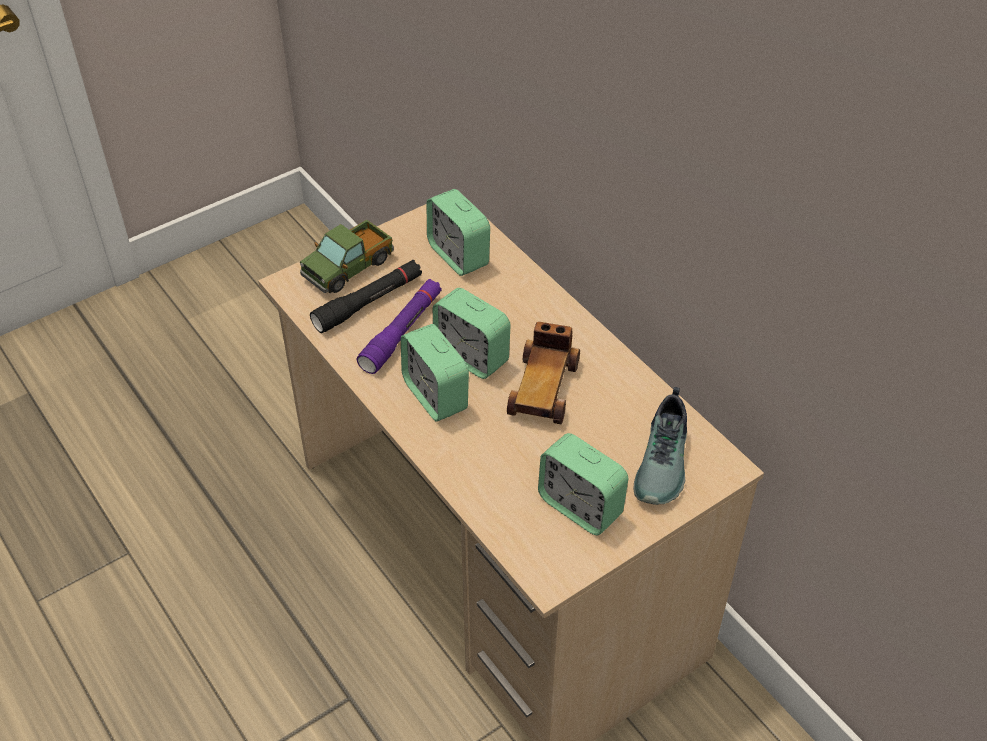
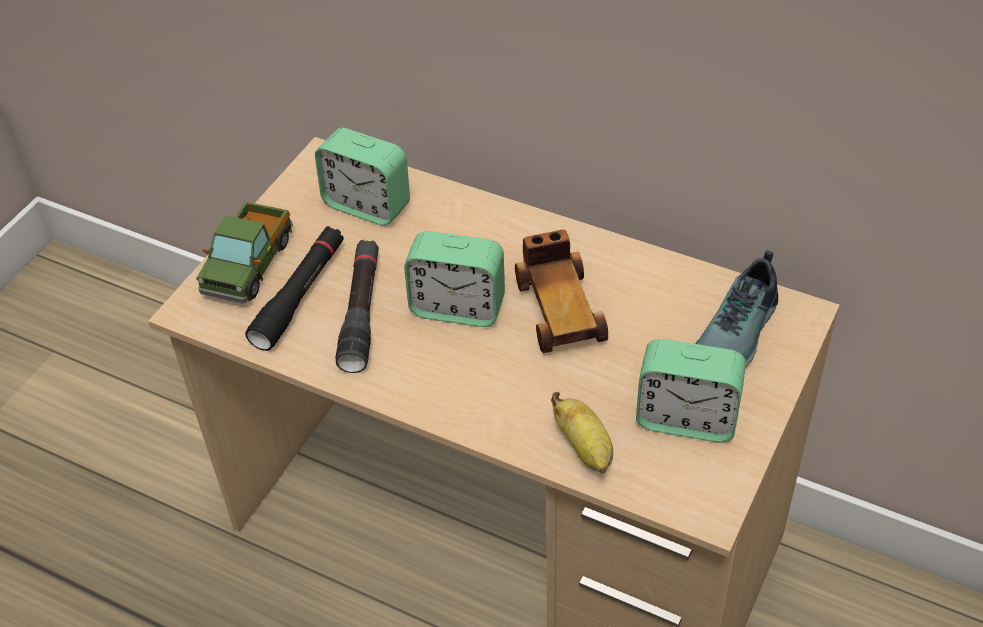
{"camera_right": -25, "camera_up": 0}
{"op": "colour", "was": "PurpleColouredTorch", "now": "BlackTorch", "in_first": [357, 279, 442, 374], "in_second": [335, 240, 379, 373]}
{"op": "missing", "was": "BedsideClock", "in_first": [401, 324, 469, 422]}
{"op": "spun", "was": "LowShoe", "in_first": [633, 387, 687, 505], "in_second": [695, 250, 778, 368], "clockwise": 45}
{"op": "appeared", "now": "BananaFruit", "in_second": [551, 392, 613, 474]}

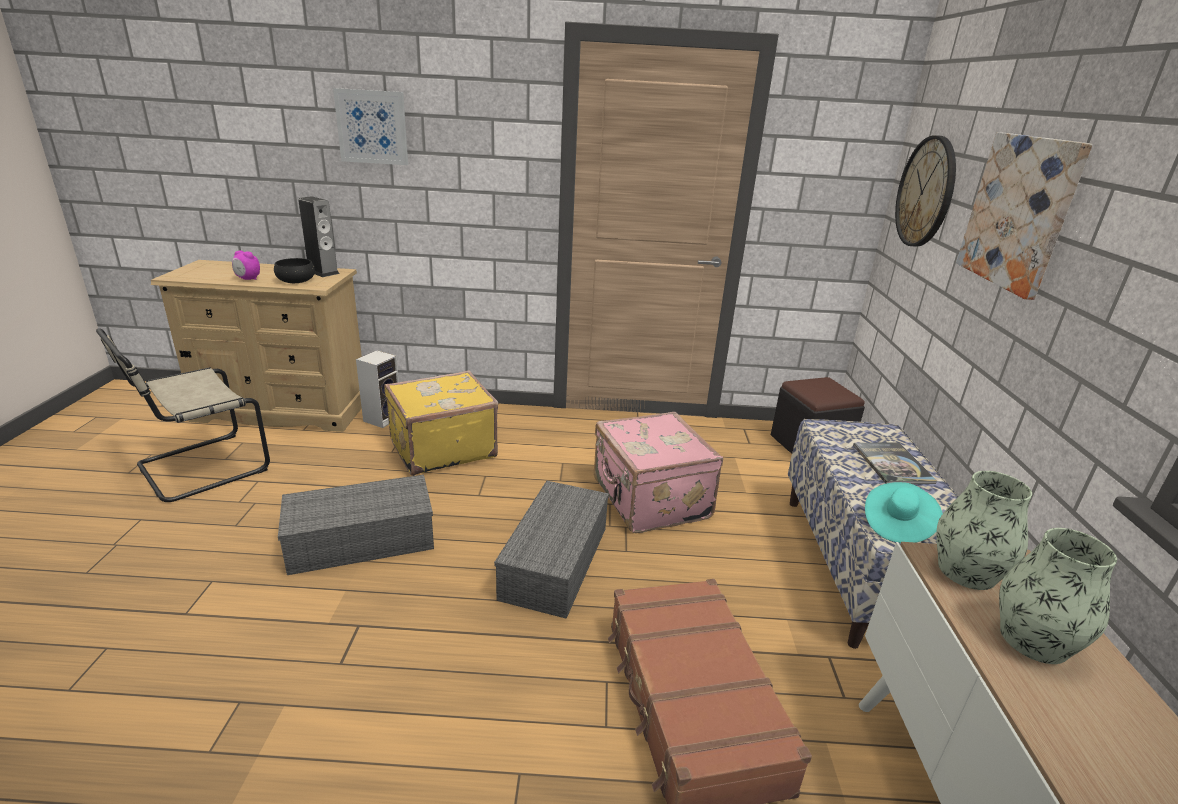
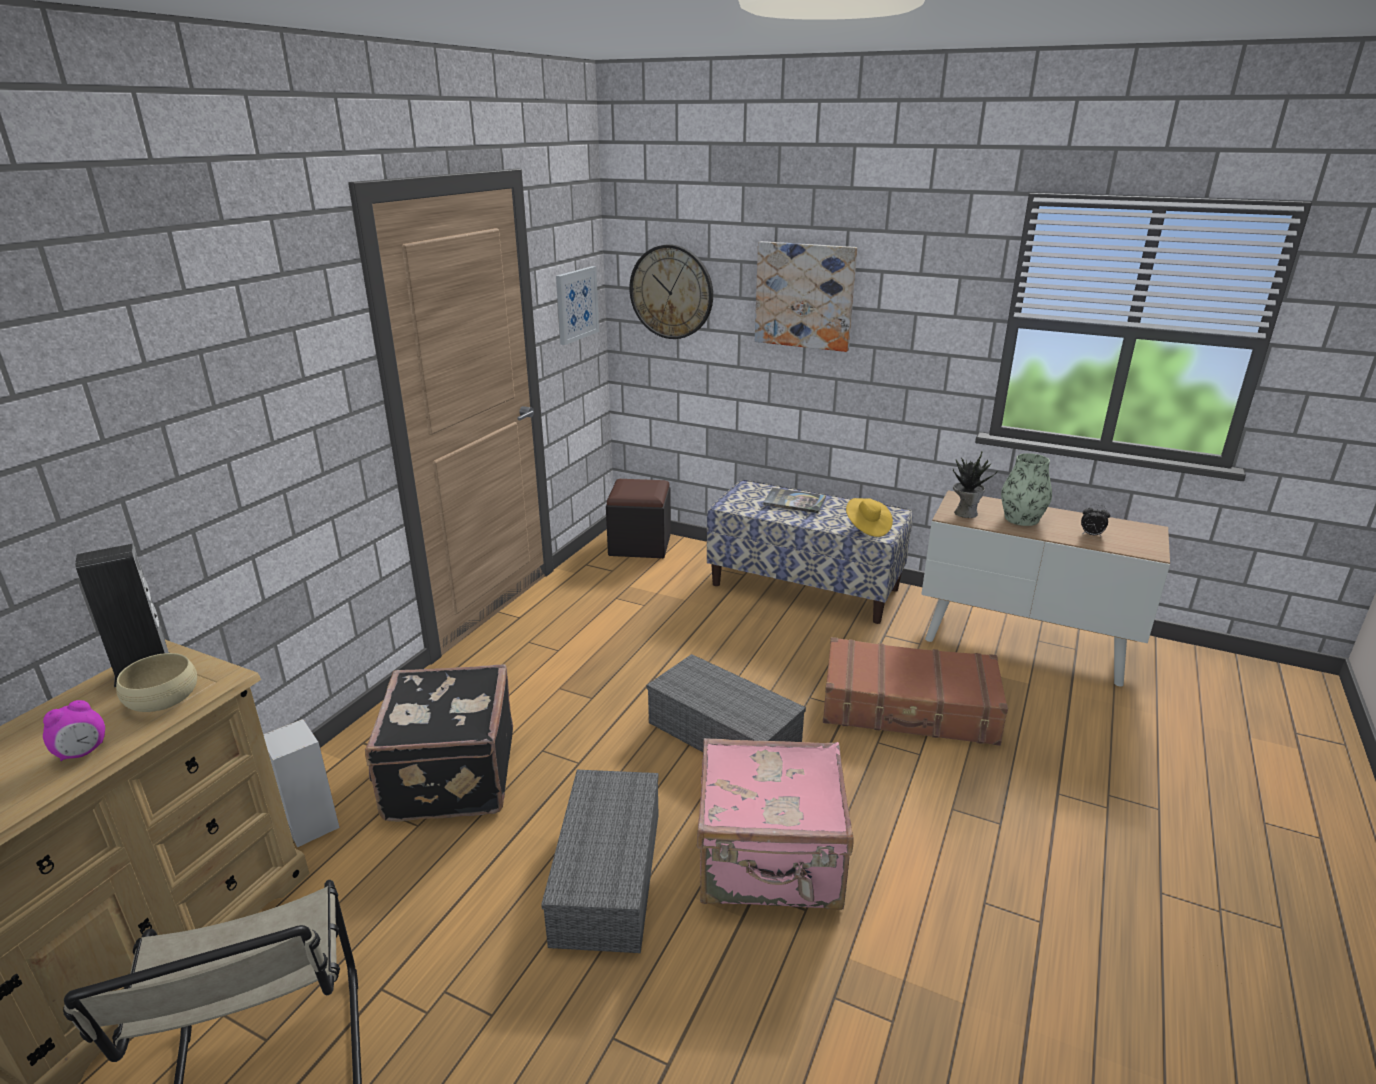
{"camera_right": -65, "camera_up": 0}
{"op": "relocated", "was": "Picture", "in_first": [333, 88, 408, 165], "in_second": [556, 266, 599, 345]}
{"op": "colour", "was": "BlackServingBowl", "now": "BeigeServingBowl", "in_first": [274, 258, 315, 283], "in_second": [116, 653, 197, 712]}
{"op": "colour", "was": "YellowSuitcase", "now": "BlackSuitcase", "in_first": [384, 370, 498, 476], "in_second": [365, 665, 513, 821]}
{"op": "relocated", "was": "PinkSuitcase", "in_first": [594, 412, 723, 533], "in_second": [697, 738, 854, 910]}
{"op": "exchanged", "was": "FlowerVase", "now": "Houseplant", "in_first": [936, 471, 1032, 590], "in_second": [953, 451, 998, 518]}
{"op": "colour", "was": "TurquoiseColouredHat", "now": "YellowHat", "in_first": [865, 482, 943, 543], "in_second": [846, 498, 893, 537]}
{"op": "appeared", "now": "BedsideClock", "in_second": [1081, 505, 1110, 537]}

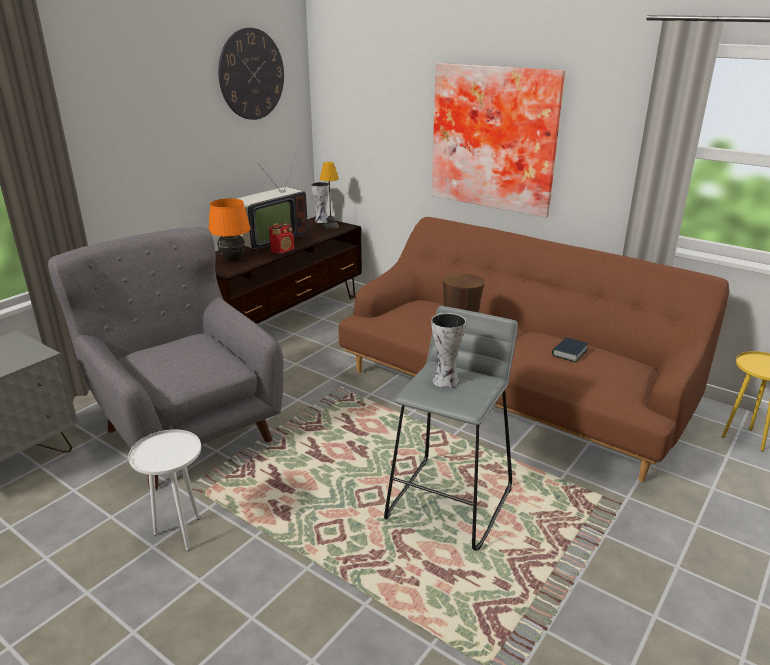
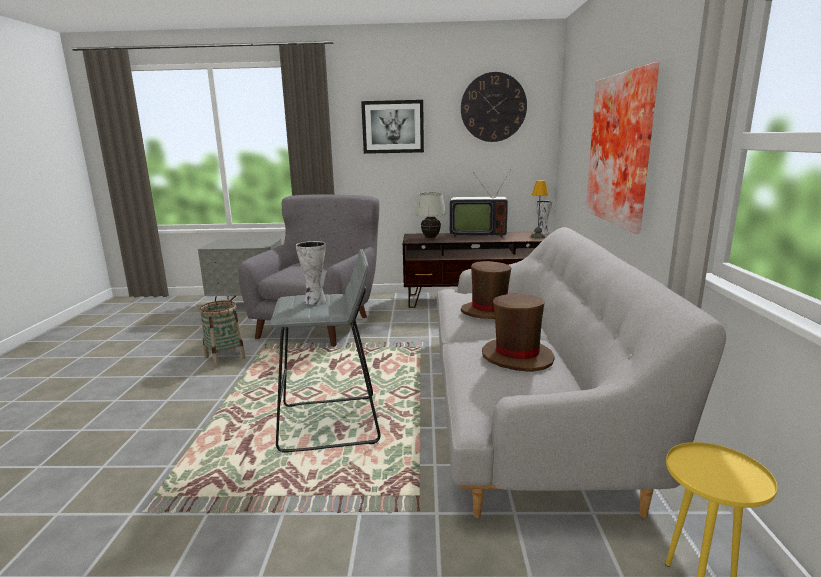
{"camera_right": 55, "camera_up": -10}
{"op": "colour", "was": "OrangeColouredTableLamp", "now": "WhiteColouredTableLamp", "in_first": [209, 198, 251, 261], "in_second": [415, 192, 446, 238]}
{"op": "colour", "was": "BrownishSofa", "now": "GreySofa", "in_first": [339, 217, 729, 483], "in_second": [437, 227, 726, 518]}
{"op": "missing", "was": "RadioReceiver", "in_first": [269, 223, 294, 254]}
{"op": "exchanged", "was": "Volume", "now": "BrownishHat", "in_first": [552, 337, 588, 362], "in_second": [482, 294, 555, 372]}
{"op": "exchanged", "was": "WhiteColouredSideTable", "now": "StorageBasket", "in_first": [128, 429, 201, 551], "in_second": [199, 300, 246, 367]}
{"op": "appeared", "now": "Picture", "in_second": [361, 100, 424, 154]}

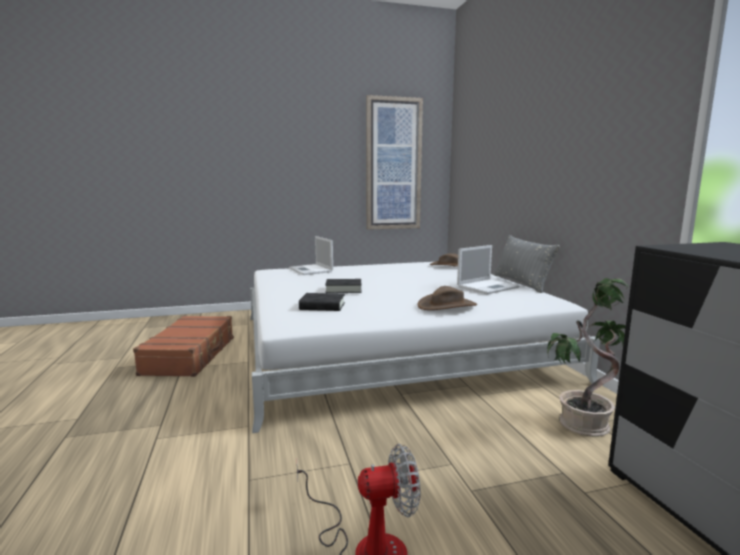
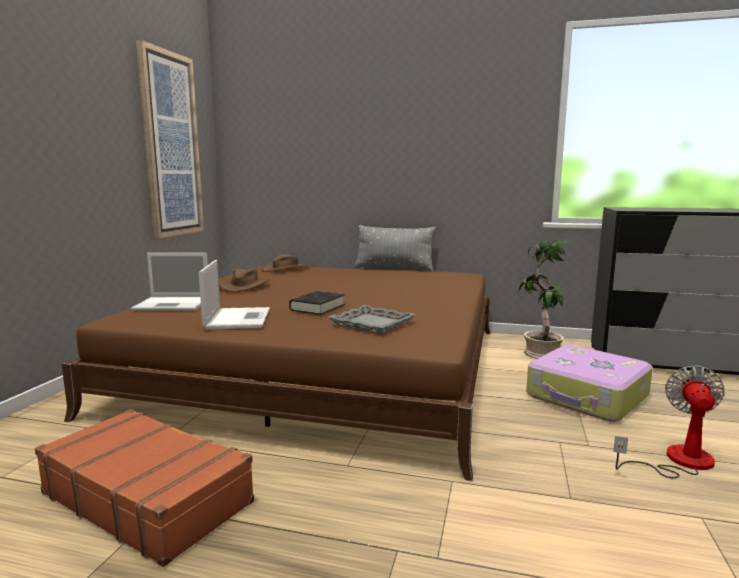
{"camera_right": -60, "camera_up": 0}
{"op": "relocated", "was": "NotebookComputer", "in_first": [457, 245, 519, 294], "in_second": [199, 260, 270, 329]}
{"op": "colour", "was": "WhiteColouredBedroomBed", "now": "BrownishBedroomBed", "in_first": [250, 262, 600, 433], "in_second": [61, 266, 490, 481]}
{"op": "relocated", "was": "BrownishHat", "in_first": [417, 286, 477, 310], "in_second": [219, 269, 270, 292]}
{"op": "exchanged", "was": "BlackVolume", "now": "GreyTray", "in_first": [299, 293, 345, 311], "in_second": [328, 305, 416, 334]}
{"op": "appeared", "now": "Suitcase", "in_second": [526, 345, 653, 422]}

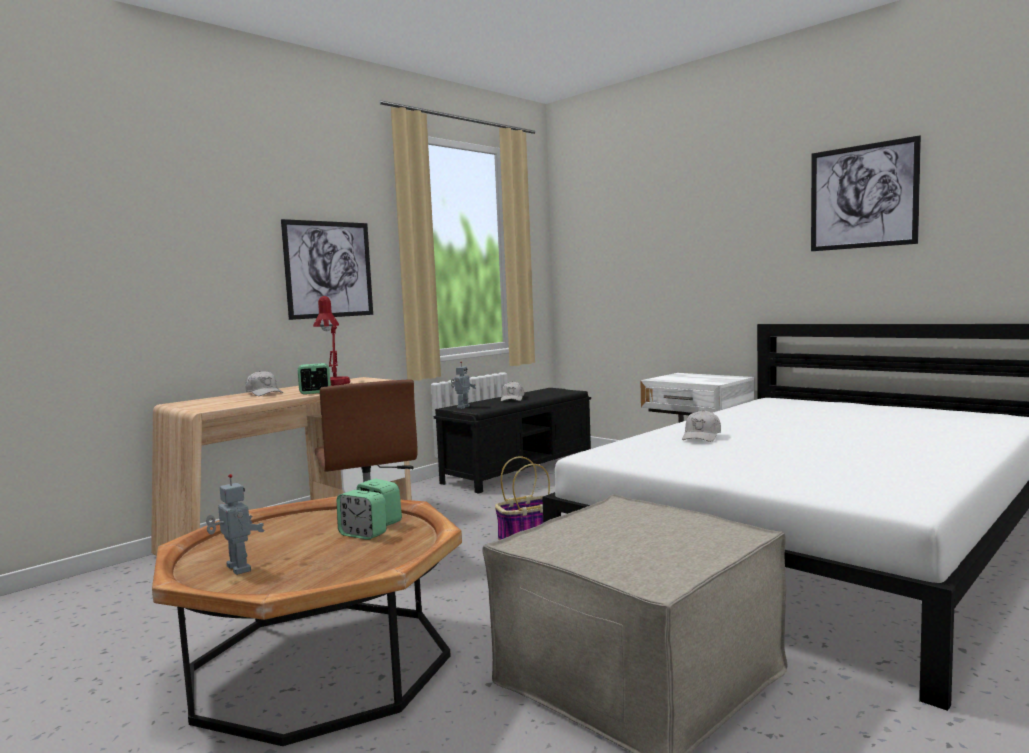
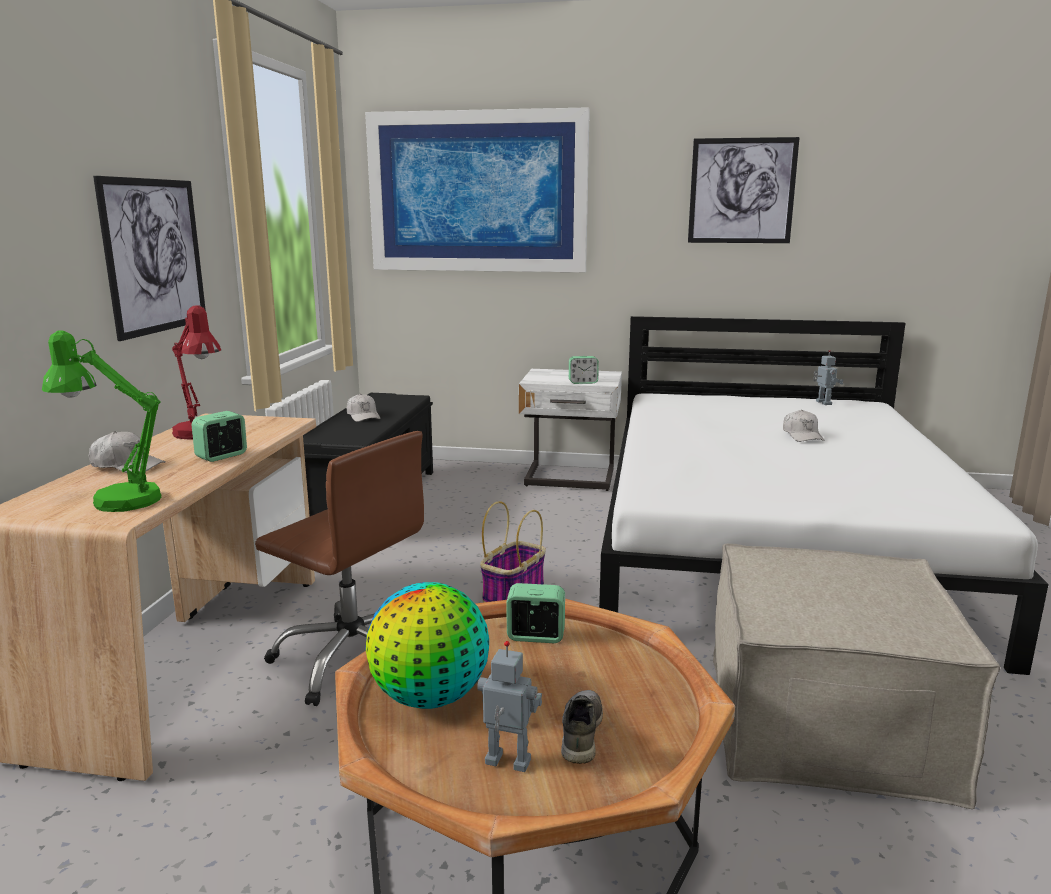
{"camera_right": -35, "camera_up": 10}
{"op": "relocated", "was": "ModelRobot", "in_first": [451, 361, 476, 409], "in_second": [813, 350, 844, 405]}
{"op": "relocated", "was": "WhiteColouredBaseballCap", "in_first": [682, 410, 721, 442], "in_second": [783, 410, 824, 442]}
{"op": "relocated", "was": "BedsideClock", "in_first": [337, 490, 386, 540], "in_second": [569, 356, 599, 384]}
{"op": "appeared", "now": "Picture", "in_second": [365, 107, 590, 272]}
{"op": "appeared", "now": "GreenColouredTableLamp", "in_second": [42, 330, 161, 512]}
{"op": "appeared", "now": "WorldGlobe", "in_second": [365, 582, 489, 709]}
{"op": "appeared", "now": "GreyLowShoe", "in_second": [561, 690, 603, 764]}

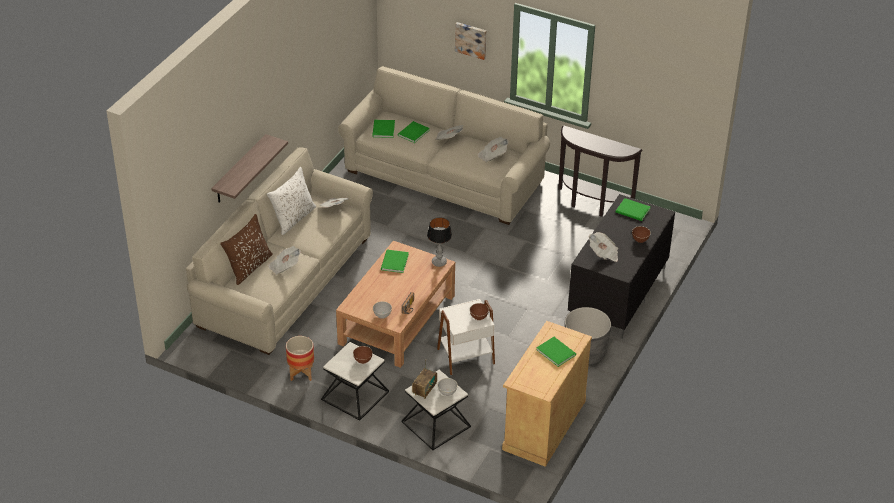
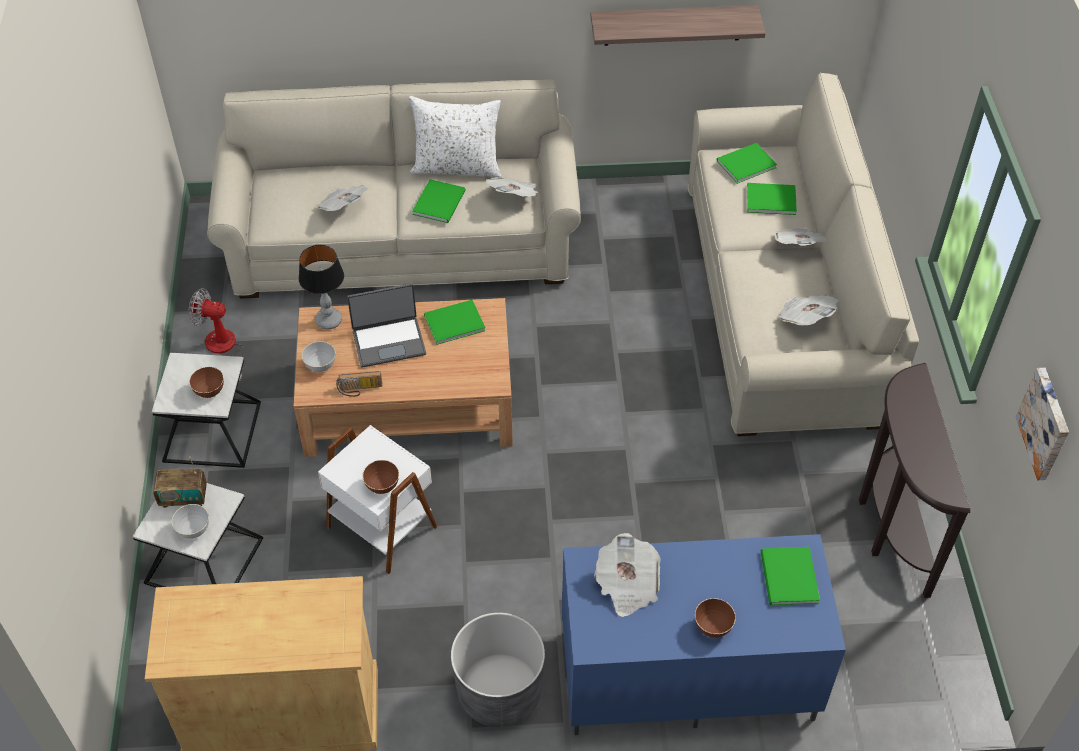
{"camera_right": 60, "camera_up": 10}
{"op": "relocated", "was": "Picture", "in_first": [455, 22, 487, 60], "in_second": [1016, 368, 1069, 480]}
{"op": "relocated", "was": "WallShelf", "in_first": [211, 134, 288, 203], "in_second": [590, 5, 766, 46]}
{"op": "colour", "was": "BlackMediaConsole", "now": "BlueColouredMediaConsole", "in_first": [568, 194, 675, 339], "in_second": [562, 534, 846, 735]}
{"op": "missing", "was": "BrownishThrowPillow", "in_first": [220, 214, 273, 285]}
{"op": "relocated", "was": "TableLamp", "in_first": [427, 217, 452, 267], "in_second": [298, 245, 344, 329]}
{"op": "exchanged", "was": "PlantPot", "now": "Fan", "in_first": [286, 336, 314, 381], "in_second": [188, 288, 246, 382]}
{"op": "relocated", "was": "GreenColouredVolume", "in_first": [536, 337, 576, 367], "in_second": [412, 179, 466, 223]}
{"op": "appeared", "now": "NotebookComputer", "in_second": [347, 283, 426, 367]}

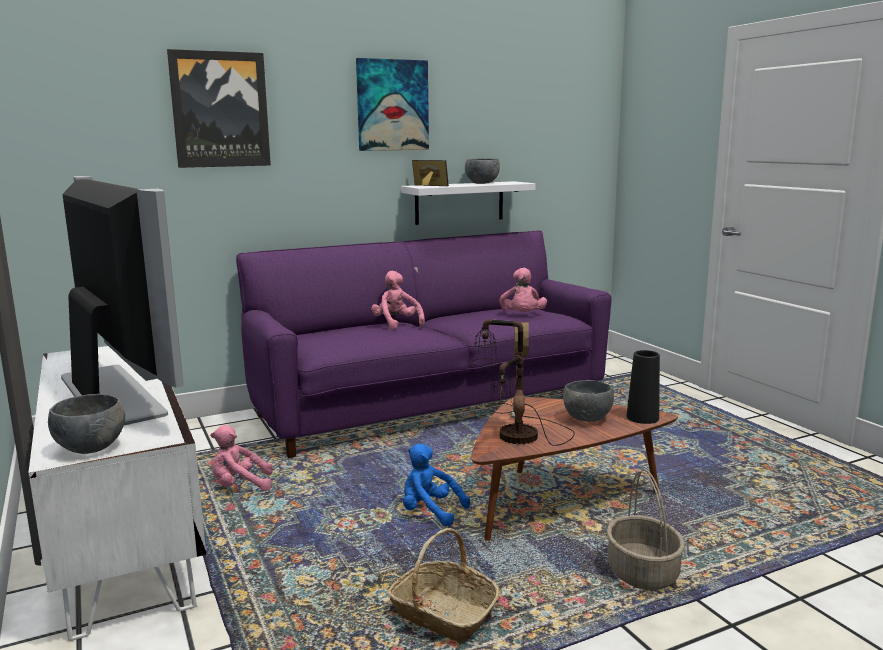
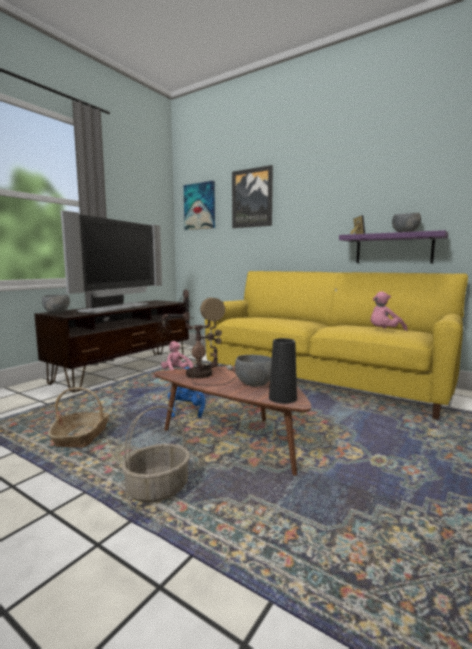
{"camera_right": 60, "camera_up": -5}
{"op": "relocated", "was": "Picture", "in_first": [356, 58, 429, 151], "in_second": [184, 181, 215, 230]}
{"op": "colour", "was": "WhiteColouredWallShelf", "now": "PurpleColouredWallShelf", "in_first": [401, 181, 536, 225], "in_second": [339, 230, 448, 263]}
{"op": "colour", "was": "PurpleColouredSofa", "now": "YellowSofa", "in_first": [236, 230, 611, 458], "in_second": [205, 271, 468, 420]}
{"op": "missing", "was": "PinkPlushToy", "in_first": [371, 271, 425, 330]}
{"op": "colour", "was": "WhiteColouredMediaConsole", "now": "BrownishMediaConsole", "in_first": [28, 346, 206, 641], "in_second": [34, 300, 189, 392]}

